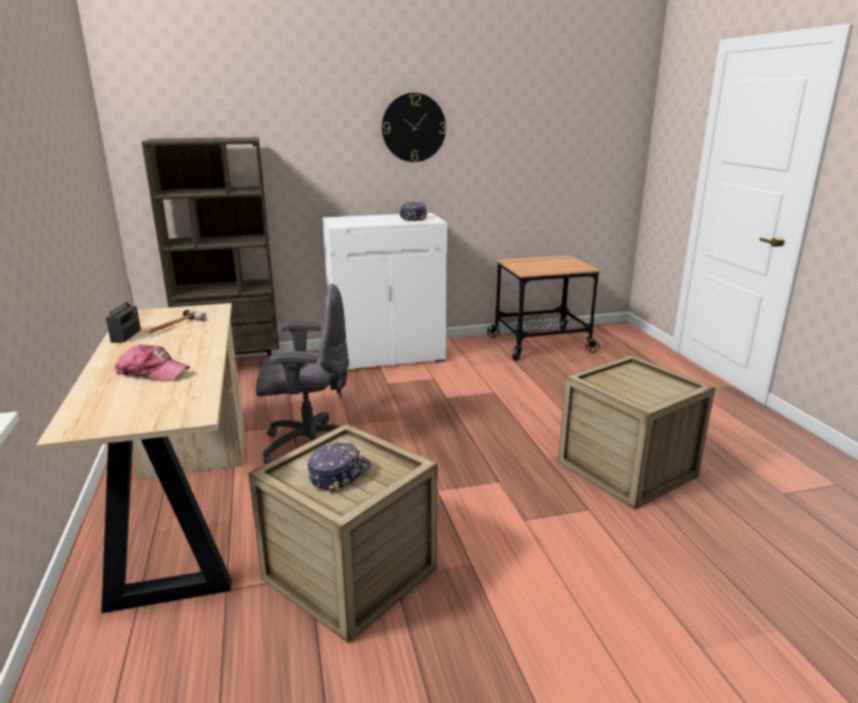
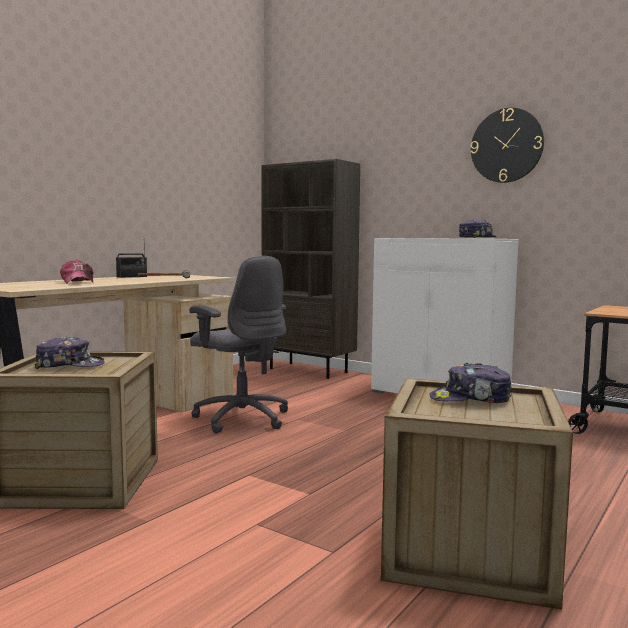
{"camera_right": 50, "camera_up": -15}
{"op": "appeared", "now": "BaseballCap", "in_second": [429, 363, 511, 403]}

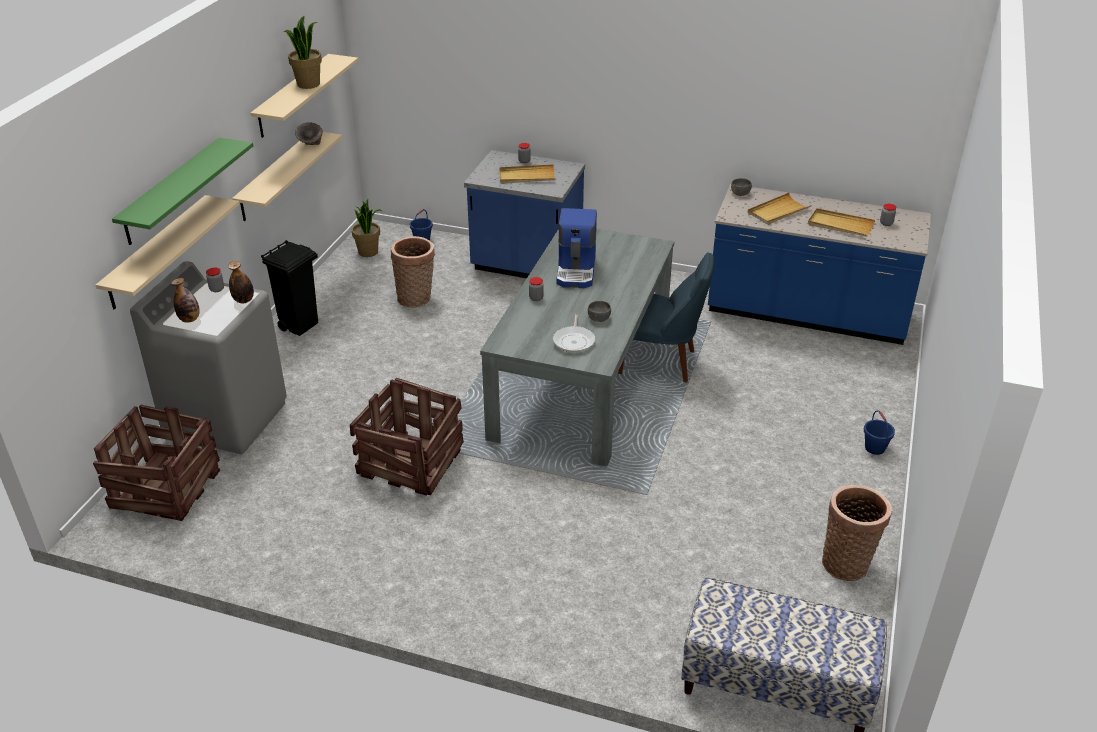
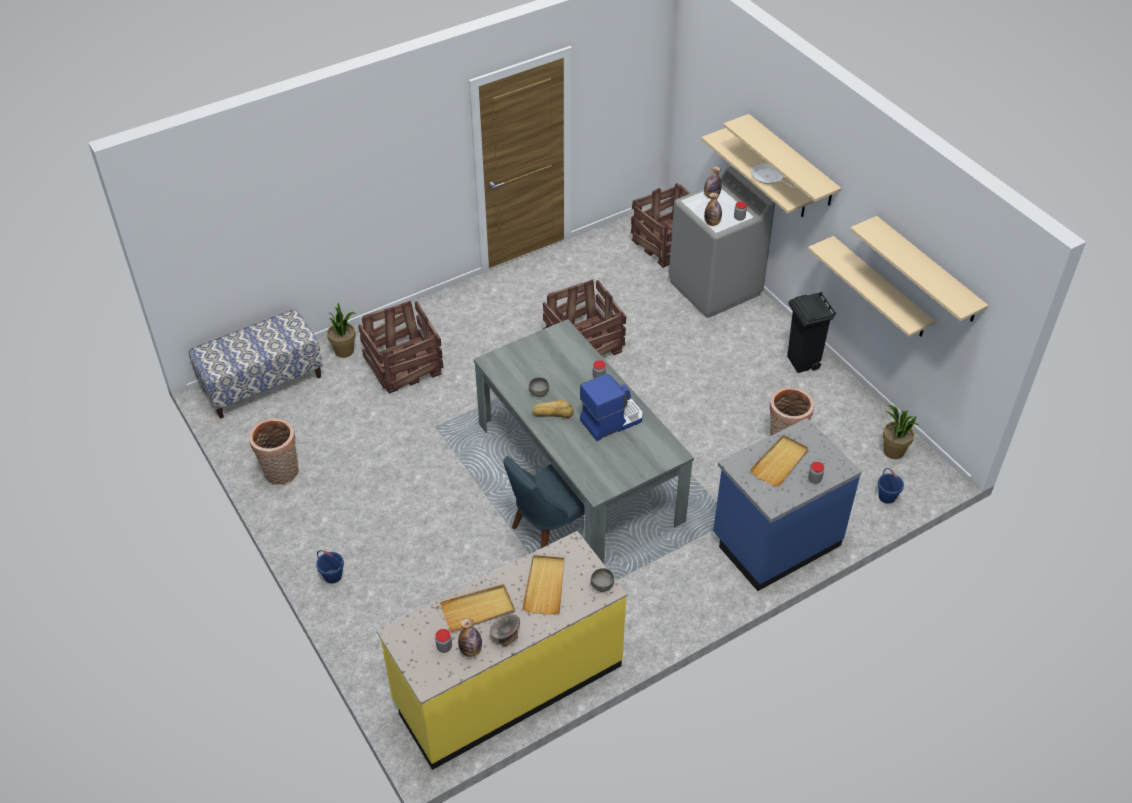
{"camera_right": 130, "camera_up": 10}
{"op": "relocated", "was": "Houseplant", "in_first": [284, 15, 322, 89], "in_second": [327, 303, 356, 358]}
{"op": "relocated", "was": "GreyServingBowl", "in_first": [295, 122, 323, 145], "in_second": [490, 615, 520, 646]}
{"op": "colour", "was": "GreenColouredWallShelf", "now": "BeigeWallShelf", "in_first": [112, 137, 253, 245], "in_second": [723, 114, 841, 206]}
{"op": "colour", "was": "BlueColouredKitchenBaseUnit", "now": "YellowKitchenBaseUnit", "in_first": [708, 184, 931, 345], "in_second": [376, 531, 627, 770]}
{"op": "spun", "was": "CoffeeMachine", "in_first": [556, 208, 597, 288], "in_second": [580, 374, 643, 441], "clockwise": 105}
{"op": "relocated", "was": "Skillet", "in_first": [553, 314, 595, 352], "in_second": [751, 163, 796, 190]}
{"op": "appeared", "now": "PackingCrate", "in_second": [358, 301, 444, 393]}
{"op": "appeared", "now": "Bread", "in_second": [532, 400, 574, 418]}
{"op": "appeared", "now": "DrinkBottle", "in_second": [458, 618, 482, 657]}

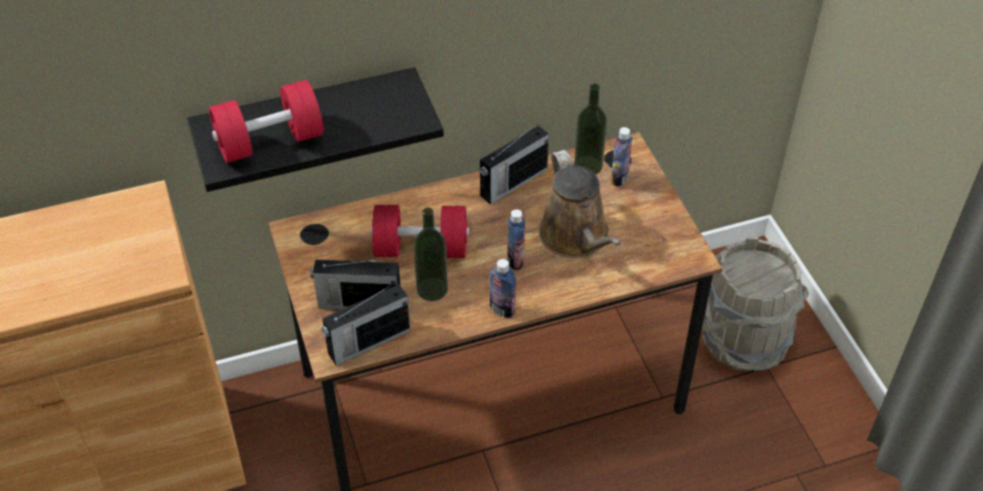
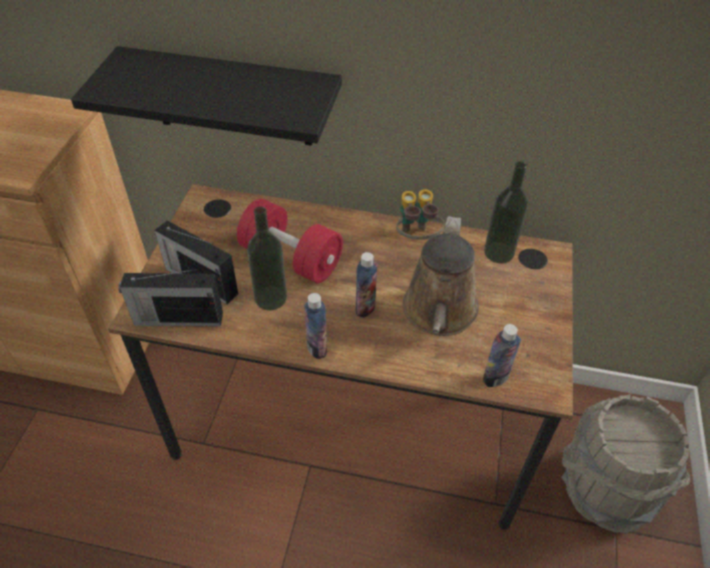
{"camera_right": 30, "camera_up": 0}
{"op": "missing", "was": "ReddishHandWeight", "in_first": [209, 80, 324, 163]}
{"op": "exchanged", "was": "RadioReceiver", "now": "Binoculars", "in_first": [480, 123, 549, 205], "in_second": [396, 189, 444, 240]}
{"op": "relocated", "was": "DrinkBottle", "in_first": [611, 127, 633, 187], "in_second": [482, 324, 521, 387]}

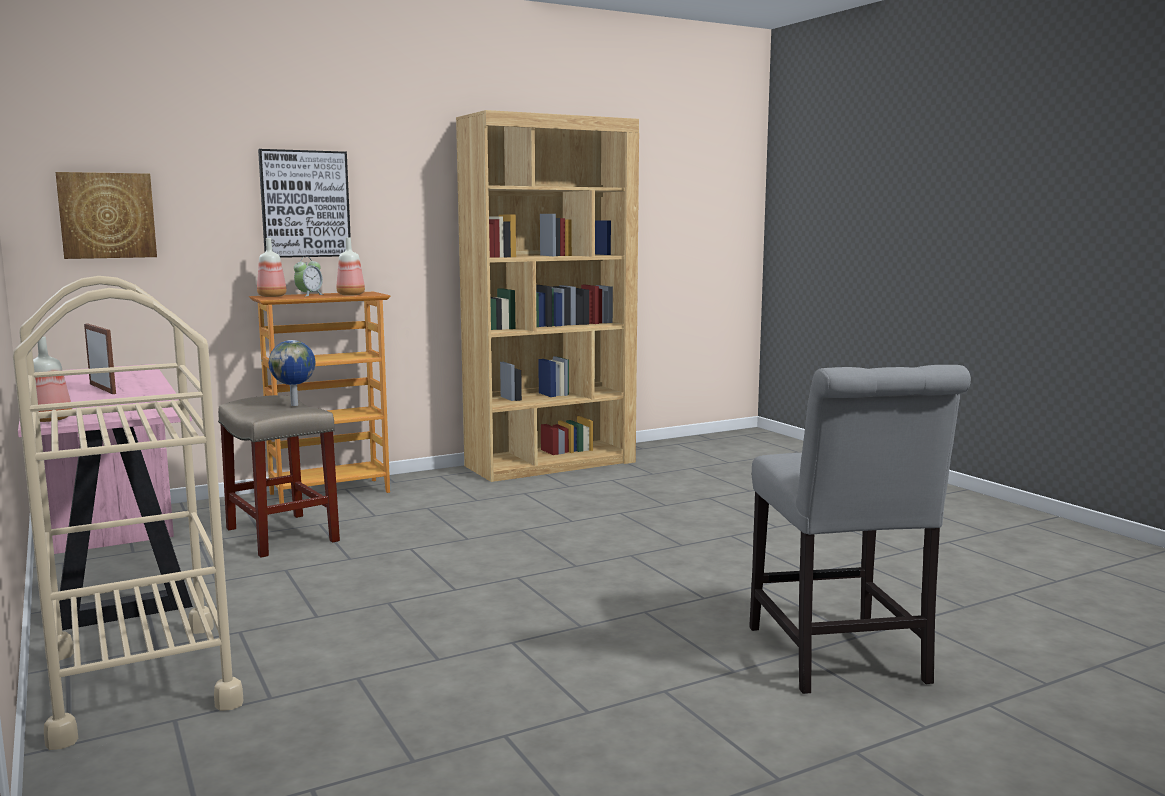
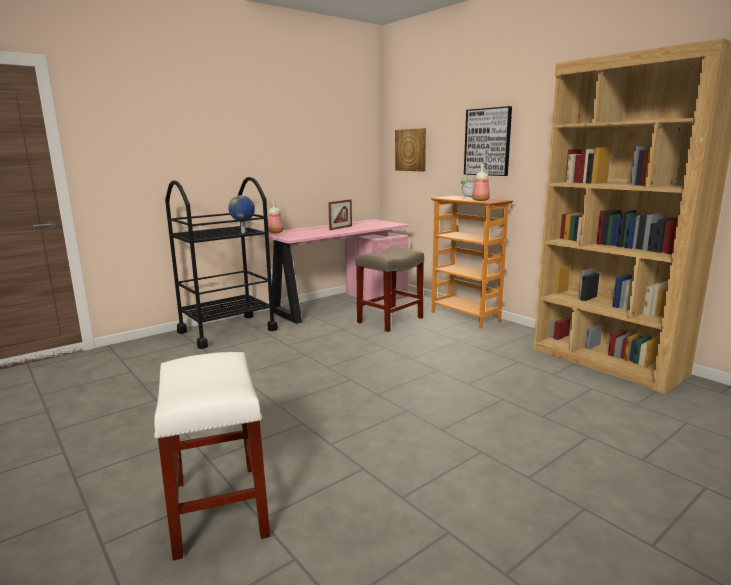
{"camera_right": 80, "camera_up": 5}
{"op": "missing", "was": "DrinkBottle", "in_first": [257, 238, 287, 297]}
{"op": "colour", "was": "BeigeCart", "now": "BlackCart", "in_first": [13, 276, 244, 750], "in_second": [165, 177, 278, 349]}
{"op": "relocated", "was": "WorldGlobe", "in_first": [269, 340, 315, 406], "in_second": [228, 195, 255, 233]}
{"op": "exchanged", "was": "GreyUprightChair", "now": "WhiteColouredStool", "in_first": [749, 365, 971, 694], "in_second": [154, 352, 270, 561]}

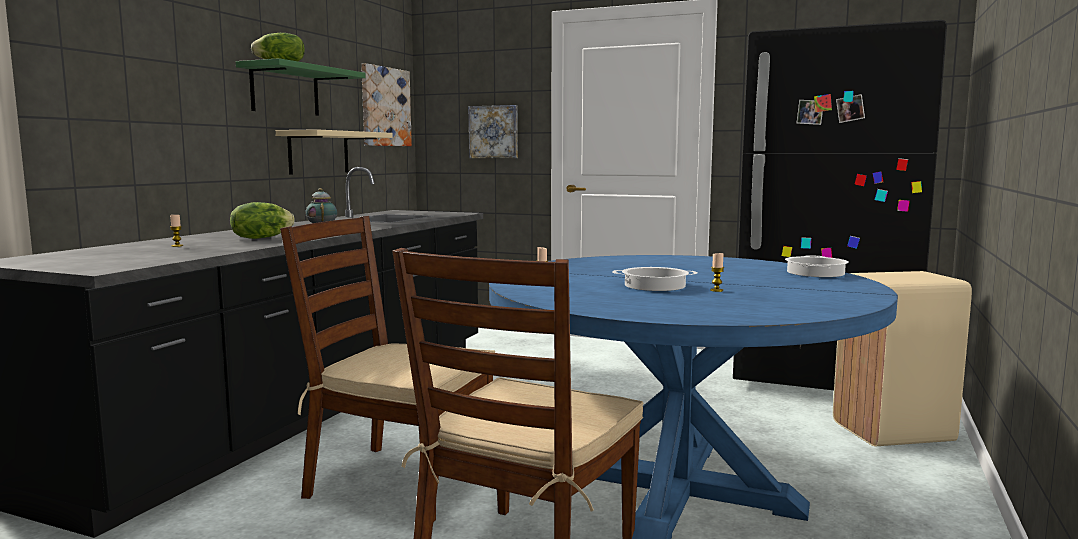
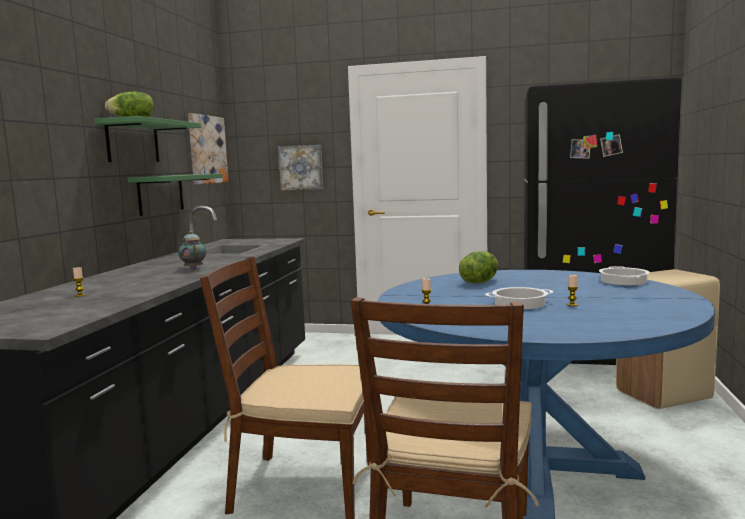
{"camera_right": -10, "camera_up": 0}
{"op": "colour", "was": "BeigeWallShelf", "now": "GreenColouredWallShelf", "in_first": [276, 129, 393, 175], "in_second": [128, 173, 223, 216]}
{"op": "relocated", "was": "LettuceHead", "in_first": [230, 202, 295, 239], "in_second": [459, 251, 498, 283]}

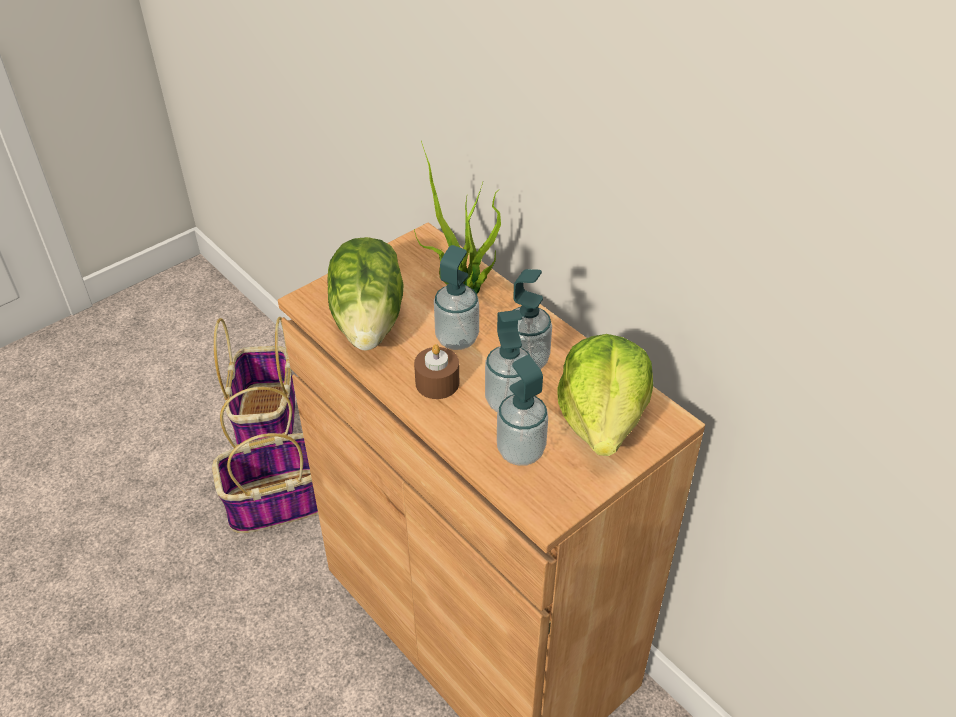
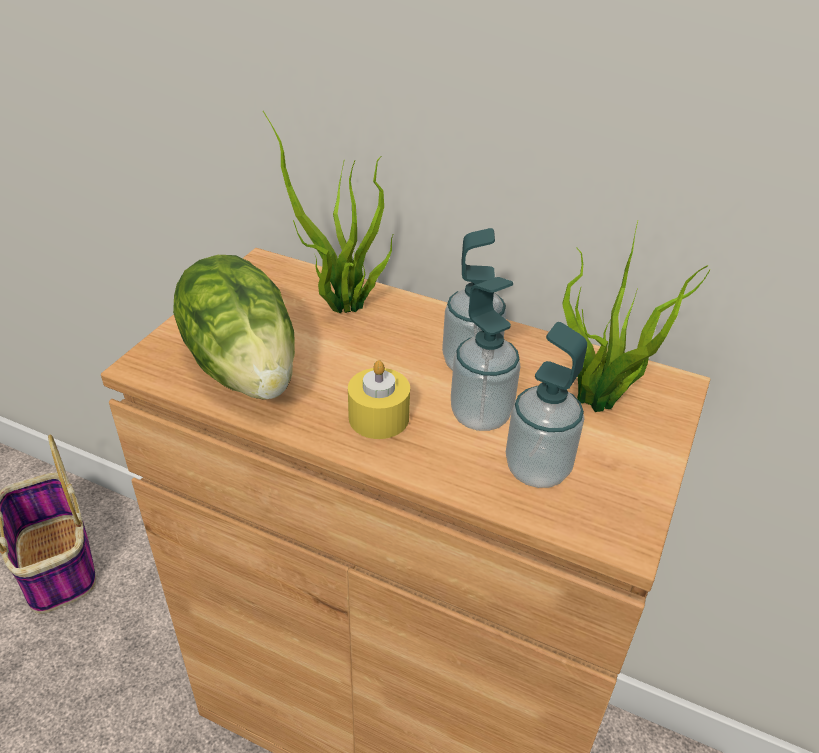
{"camera_right": -25, "camera_up": -5}
{"op": "missing", "was": "LiquidSoapBottle", "in_first": [434, 245, 479, 350]}
{"op": "exchanged", "was": "LettuceHead", "now": "Houseplant", "in_first": [558, 334, 653, 456], "in_second": [563, 221, 711, 412]}
{"op": "colour", "was": "BrownishWaxLight", "now": "YellowWaxLight", "in_first": [414, 344, 459, 399], "in_second": [348, 360, 410, 439]}
{"op": "missing", "was": "StorageBasket", "in_first": [212, 387, 318, 533]}

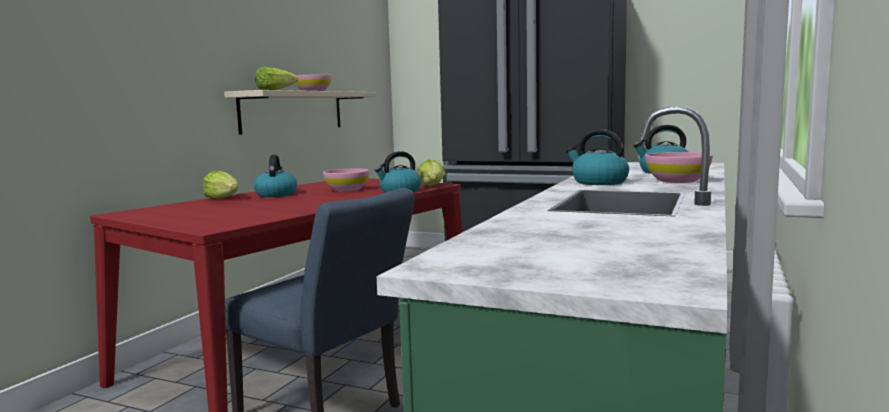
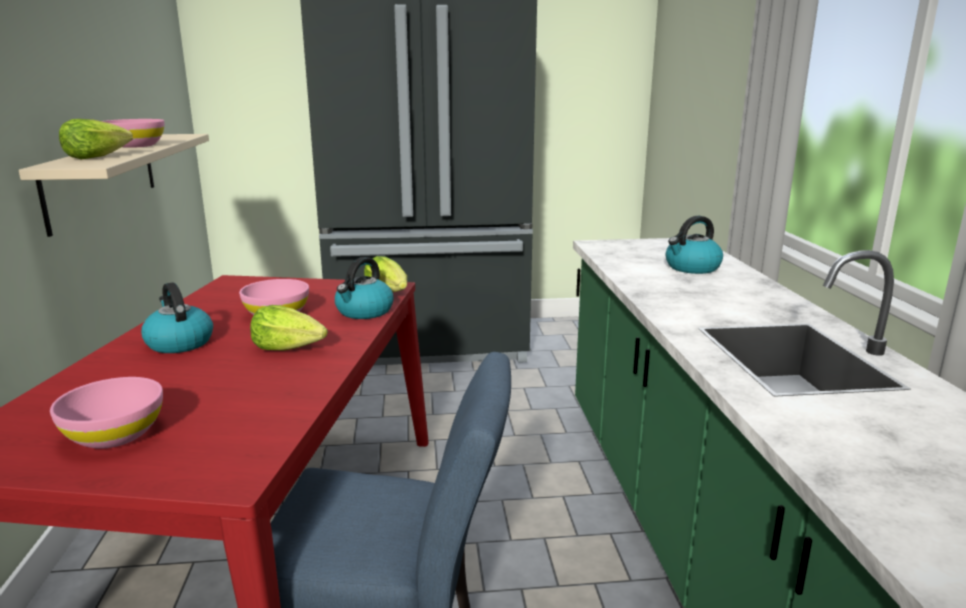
{"camera_right": -30, "camera_up": 10}
{"op": "missing", "was": "WaterKettle", "in_first": [566, 129, 629, 185]}
{"op": "relocated", "was": "PinkServingBowl", "in_first": [645, 152, 713, 183], "in_second": [50, 377, 163, 449]}
{"op": "relocated", "was": "LettuceHead", "in_first": [203, 171, 239, 199], "in_second": [250, 305, 328, 351]}

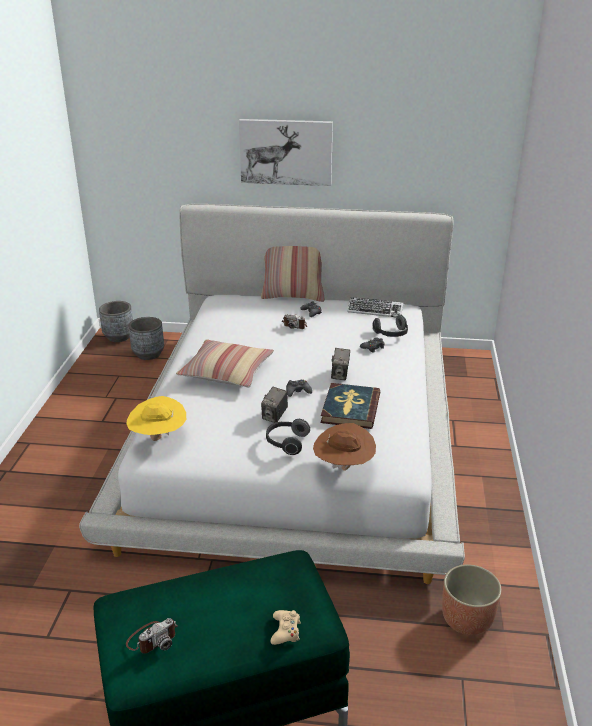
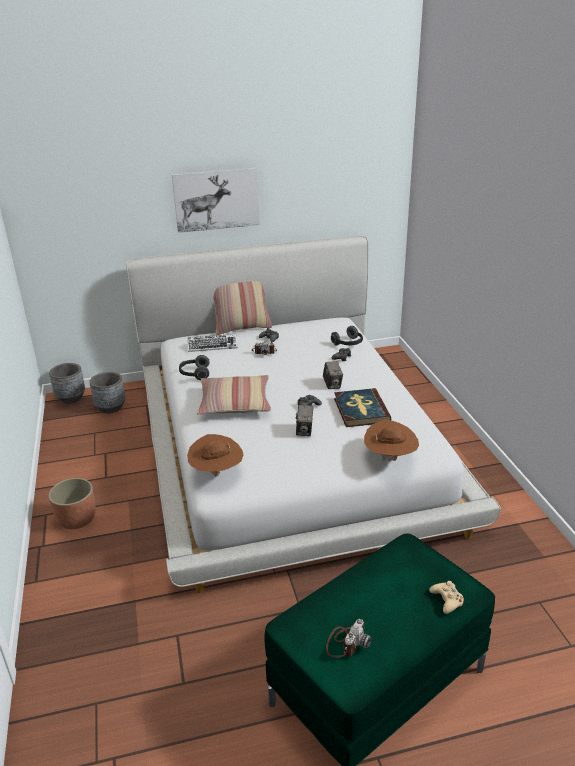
{"camera_right": -20, "camera_up": 0}
{"op": "relocated", "was": "ComputerKeyboard", "in_first": [347, 297, 403, 317], "in_second": [188, 334, 238, 352]}
{"op": "colour", "was": "YellowHat", "now": "BrownishHat", "in_first": [126, 396, 186, 441], "in_second": [187, 434, 243, 477]}
{"op": "relocated", "was": "Headphones", "in_first": [266, 419, 310, 455], "in_second": [179, 355, 210, 380]}
{"op": "relocated", "was": "PlantPot", "in_first": [442, 564, 502, 635], "in_second": [48, 478, 96, 529]}

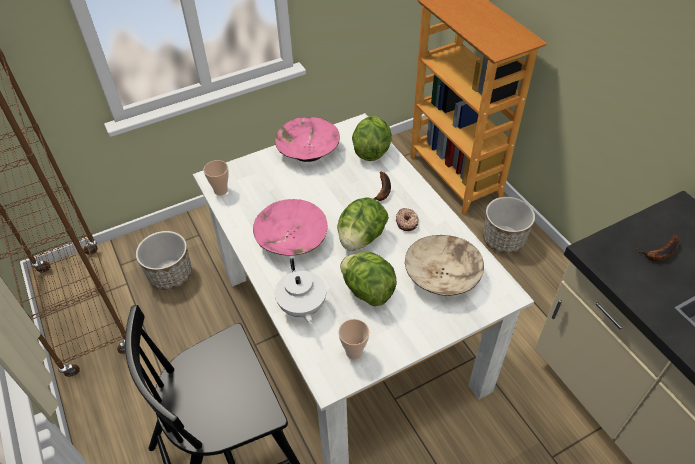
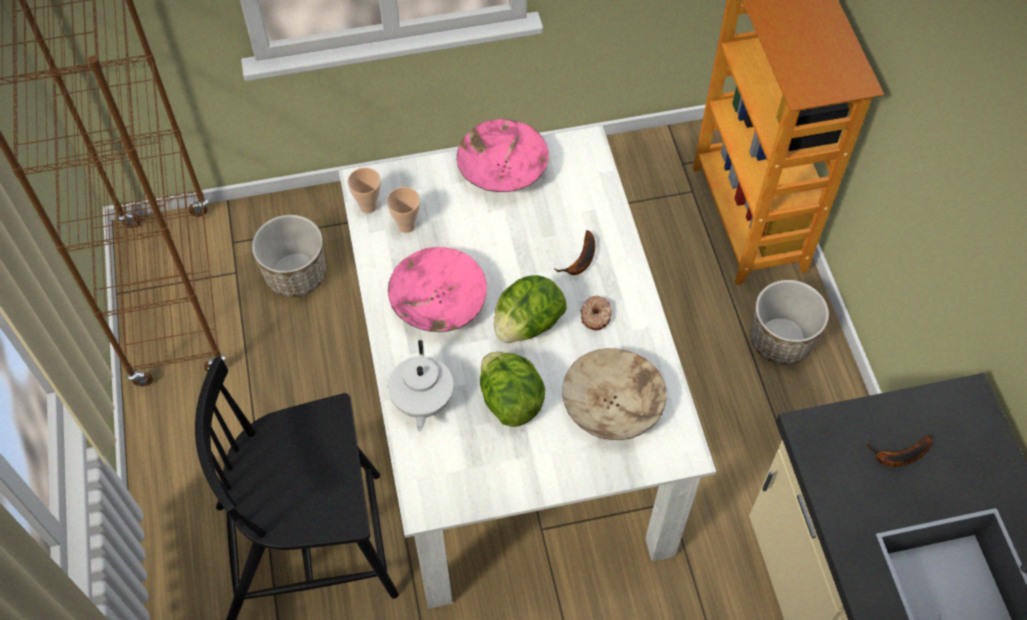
{"camera_right": 15, "camera_up": 10}
{"op": "missing", "was": "LettuceHead", "in_first": [352, 116, 392, 161]}
{"op": "relocated", "was": "SmallCup", "in_first": [339, 319, 369, 360], "in_second": [387, 187, 420, 233]}

